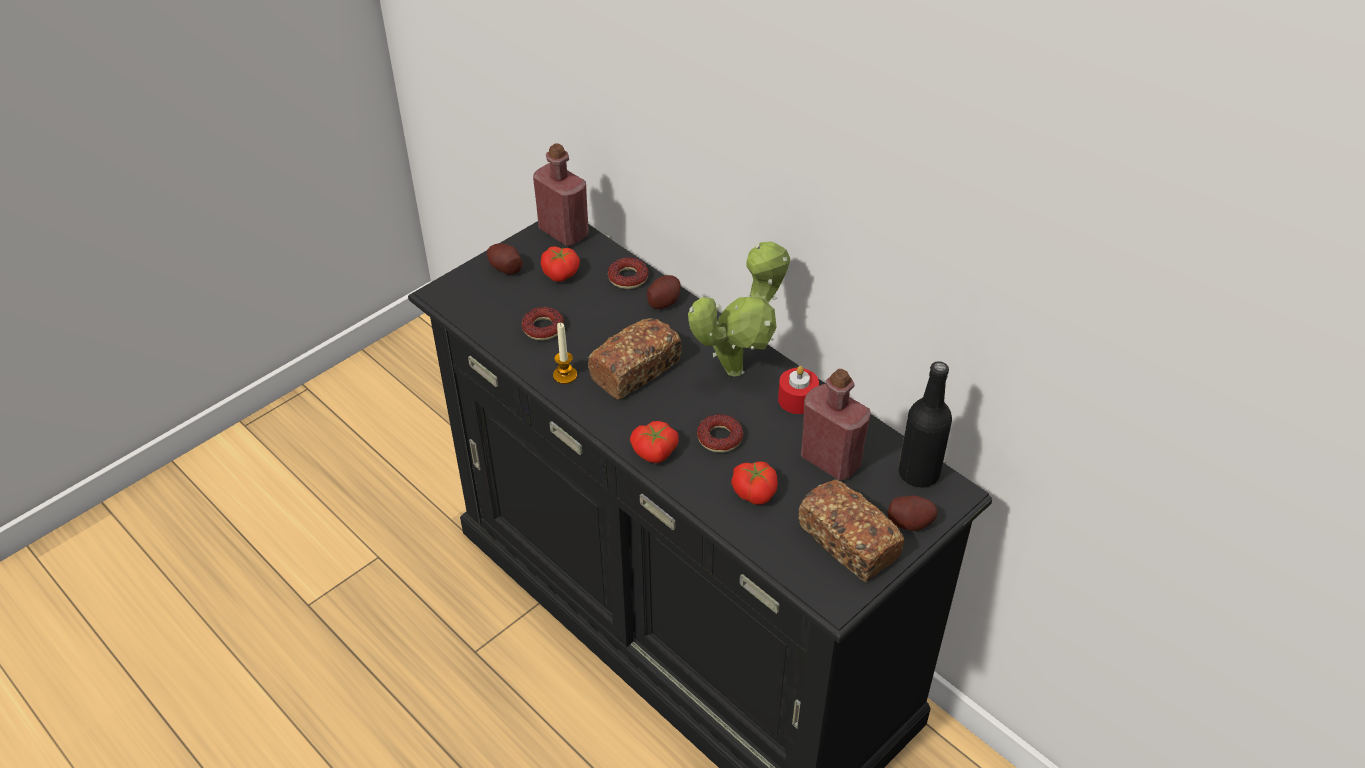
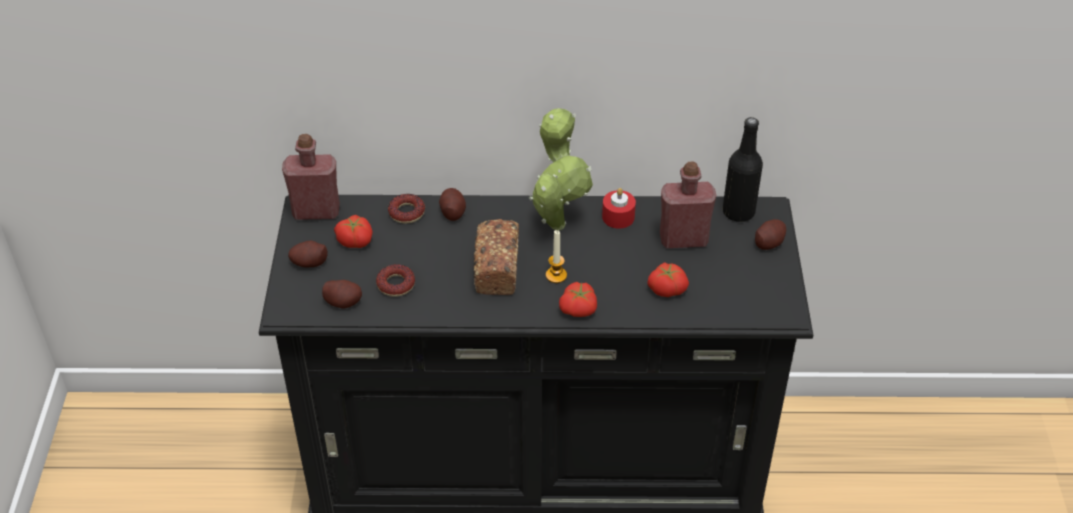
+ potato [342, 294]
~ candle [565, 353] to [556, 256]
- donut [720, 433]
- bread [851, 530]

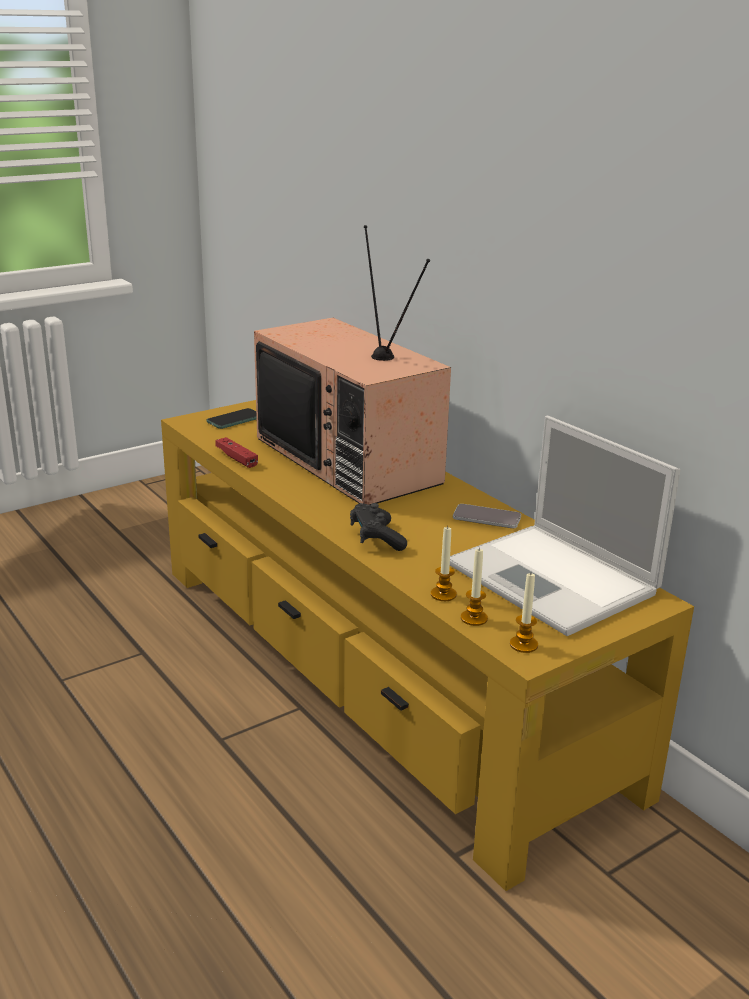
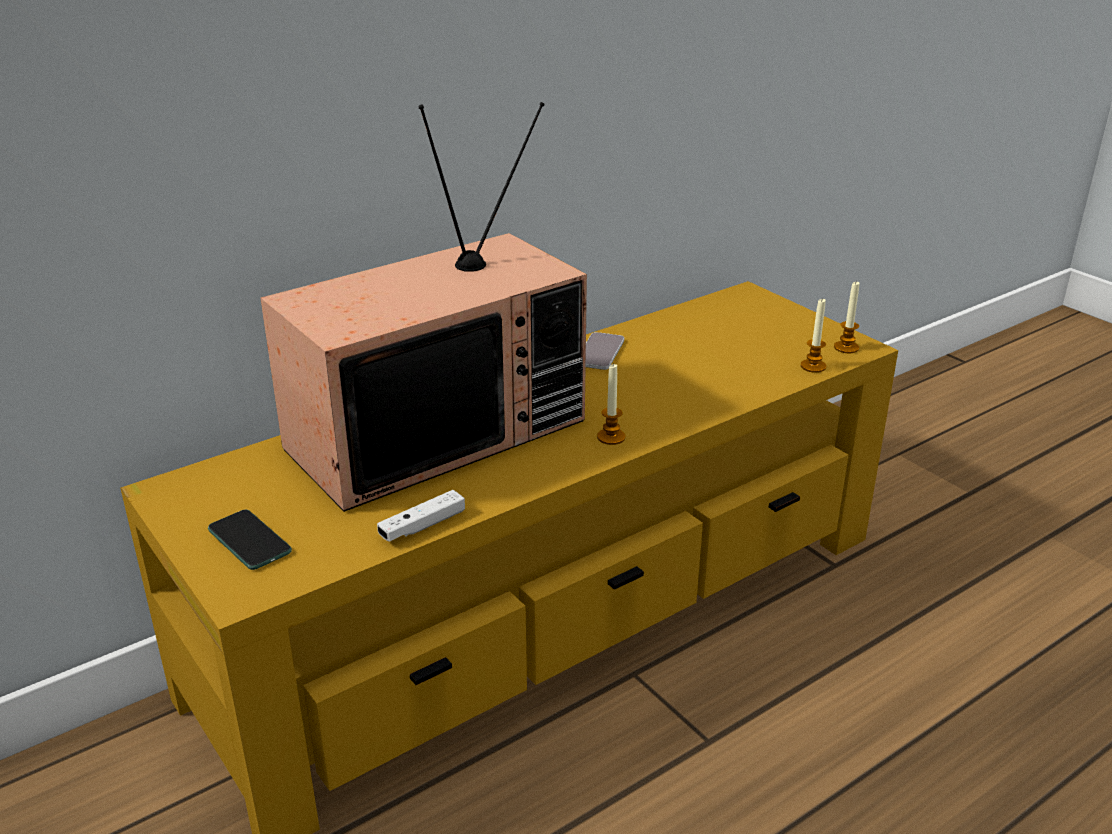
~ game controller/red [236, 452] to game controller/white [421, 516]
~ candle [444, 563] to [611, 404]
- game controller/black [378, 527]
- laptop [565, 526]

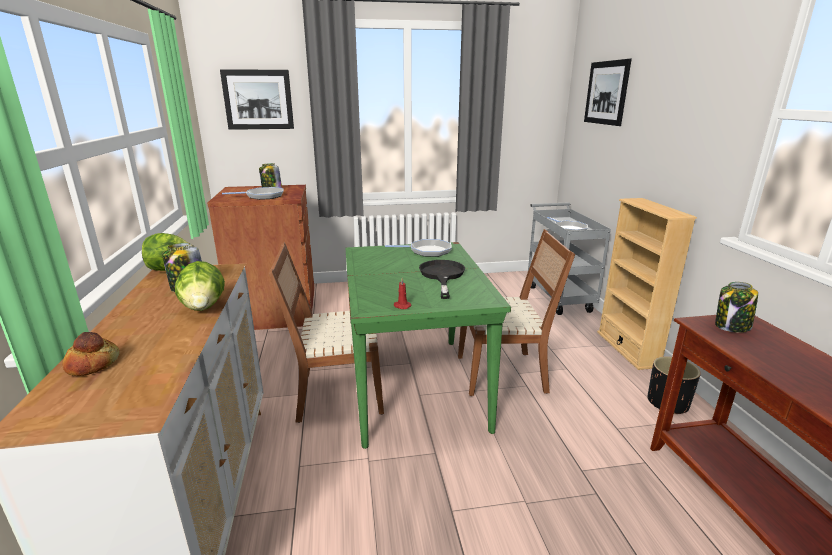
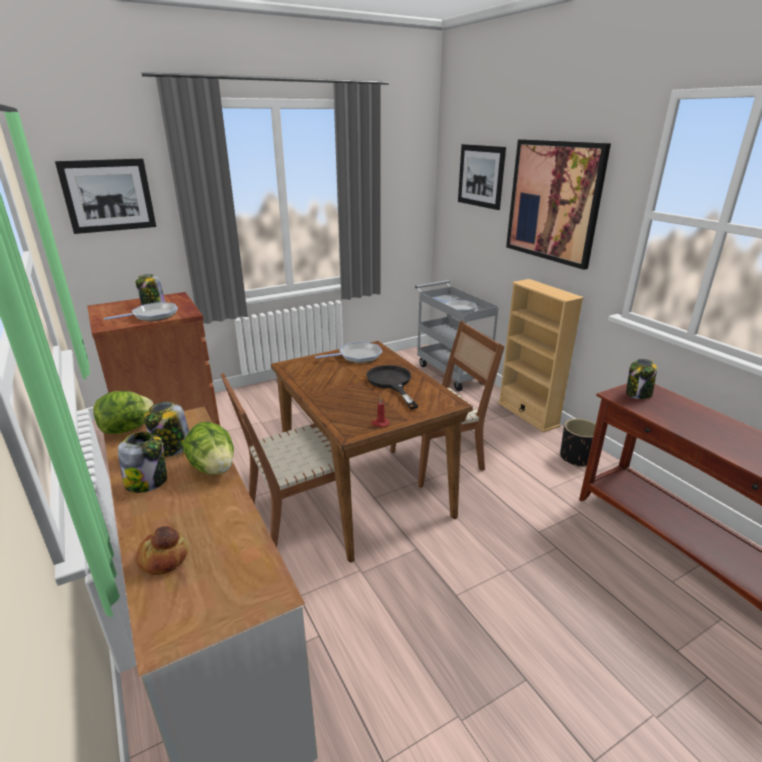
+ jar [142, 462]
~ dining table/green [428, 345] to dining table/brown [372, 451]
+ picture [558, 204]

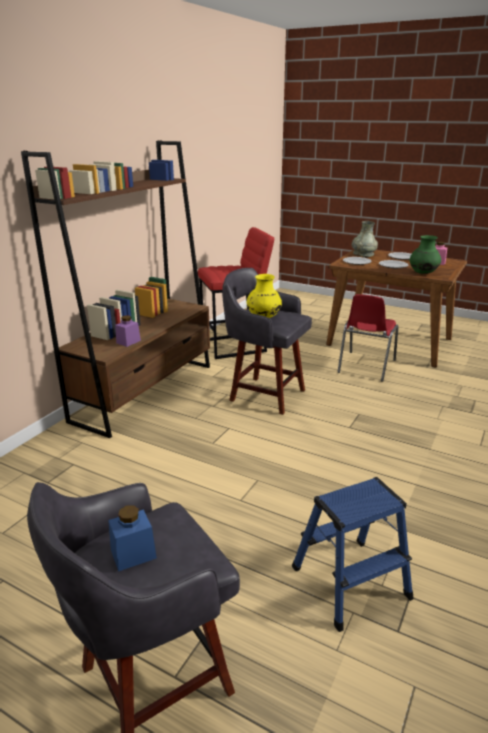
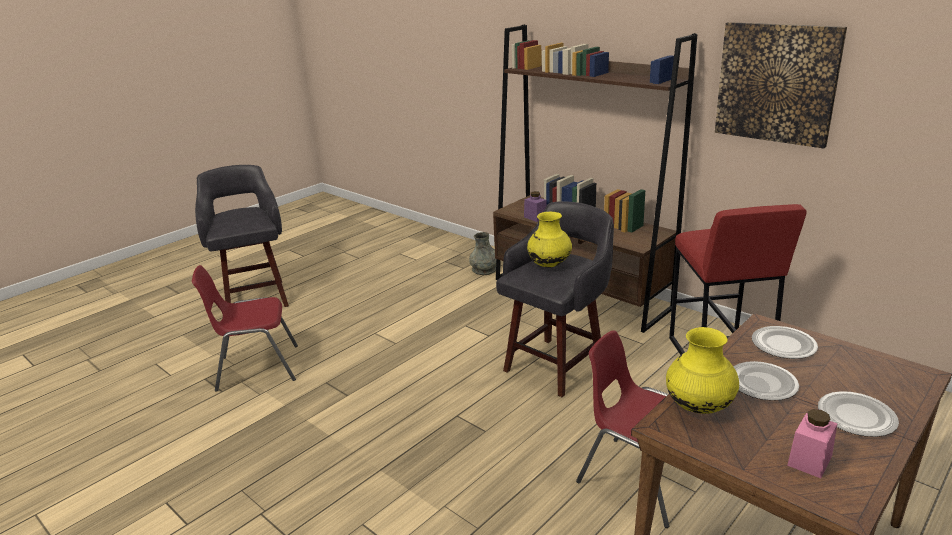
~ step ladder/blue [353, 554] to chair/red [245, 328]
~ vase/grey [365, 239] to [482, 253]
~ vase/green [425, 254] to vase/yellow [702, 370]
+ picture [781, 85]
- jar/blue [132, 538]

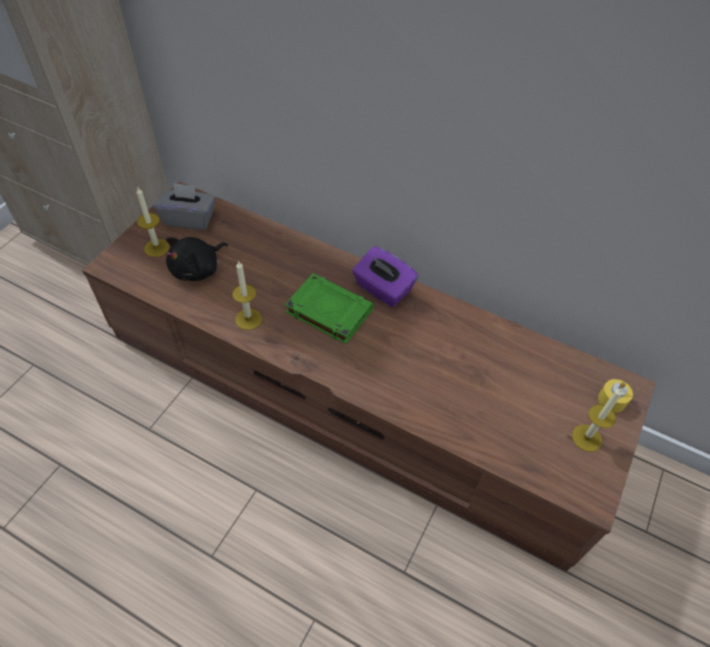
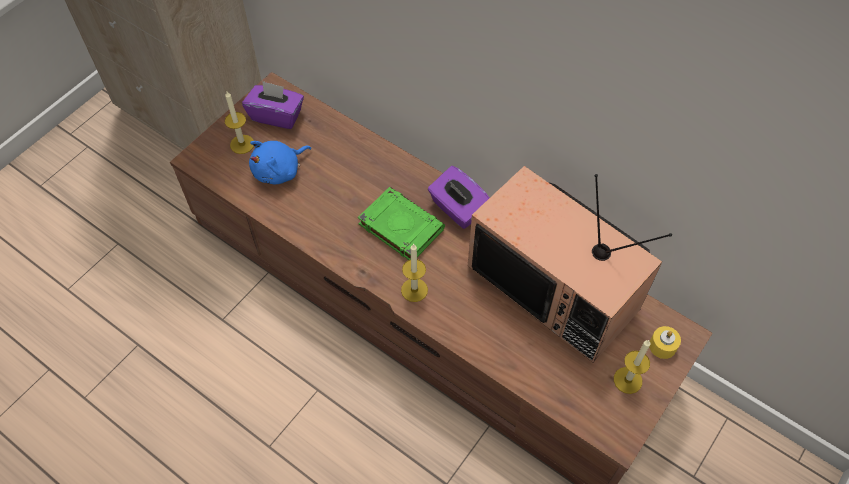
~ tissue box/grey [185, 206] to tissue box/purple [273, 105]
~ plush toy/black [197, 259] to plush toy/blue [280, 162]
~ candle [247, 295] to [414, 273]
+ television [570, 264]

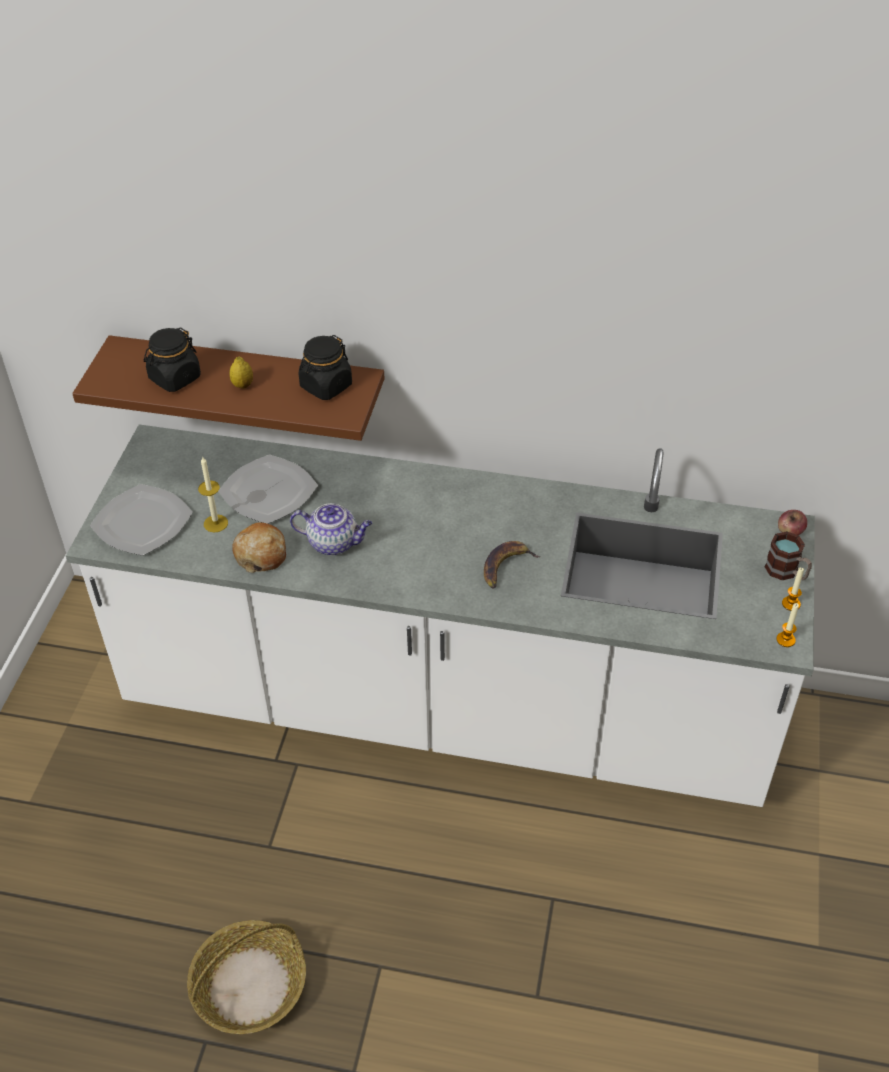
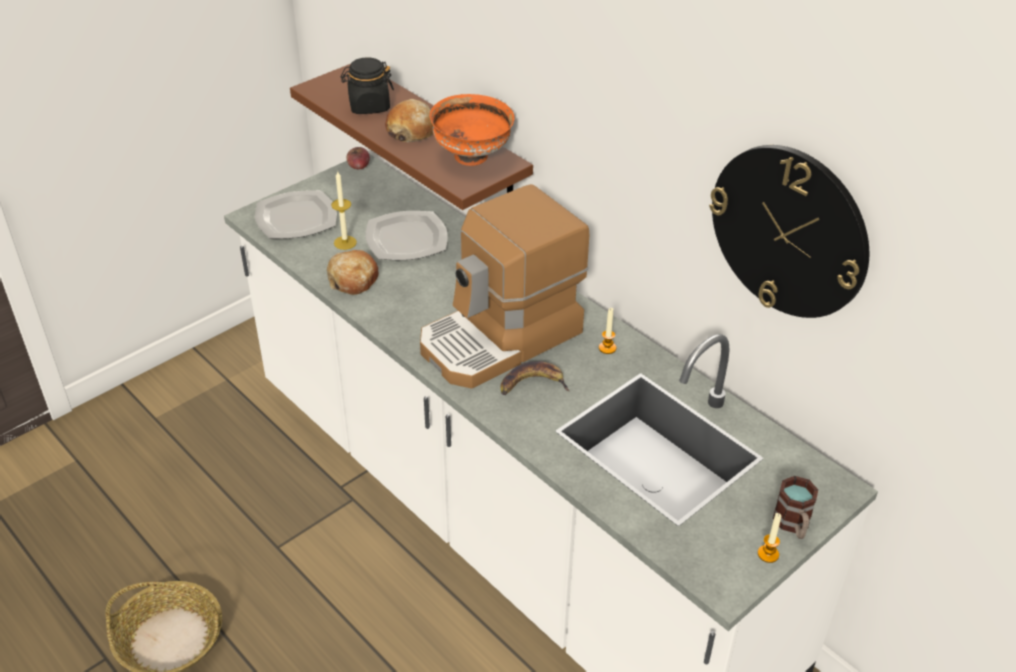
~ apple [792, 522] to [358, 158]
~ lemon [241, 373] to bread [409, 120]
+ coffee machine [504, 286]
~ jar/black [325, 367] to bowl/orange [472, 130]
~ candle [787, 625] to [607, 331]
+ wall clock [789, 231]
- teapot [331, 529]

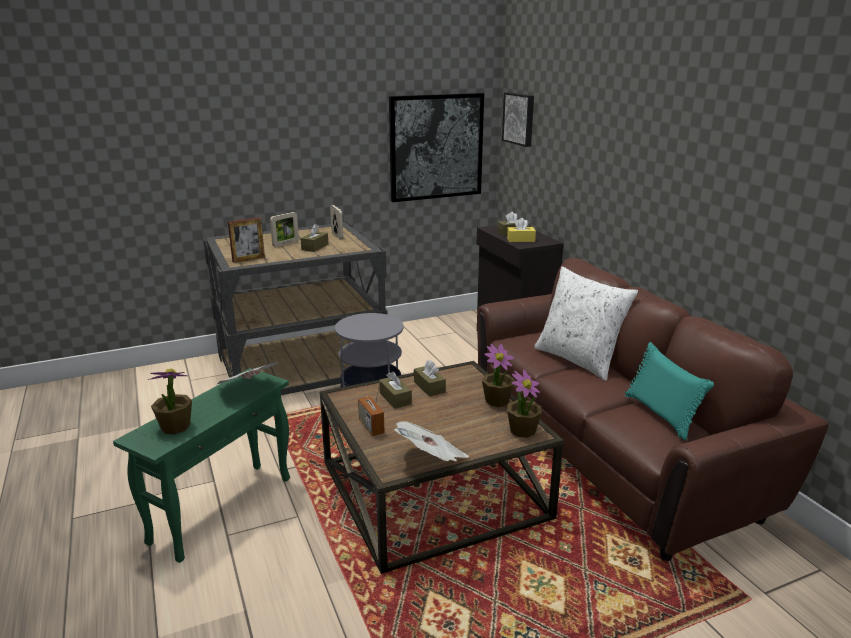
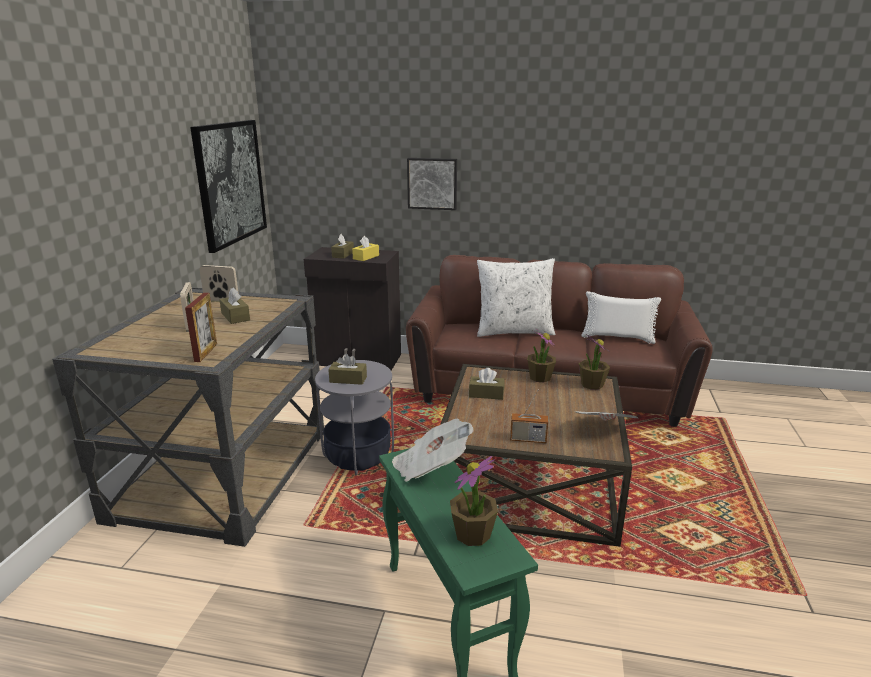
~ tissue box/brown [395, 390] to [347, 369]
~ picture [518, 119] to [432, 184]
~ pillow/turquoise [669, 391] to pillow/white [621, 317]

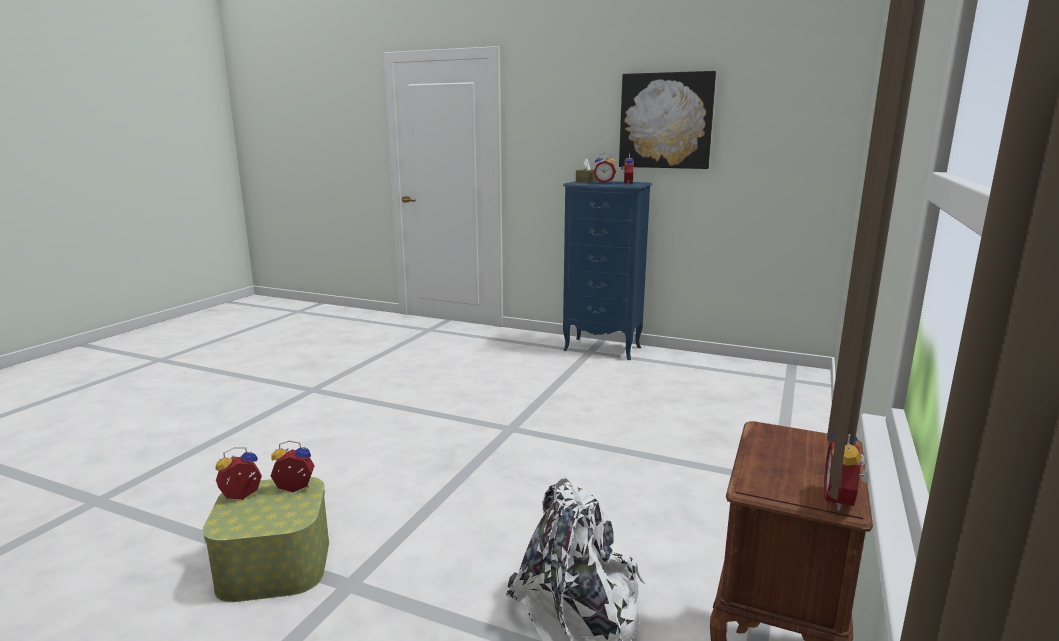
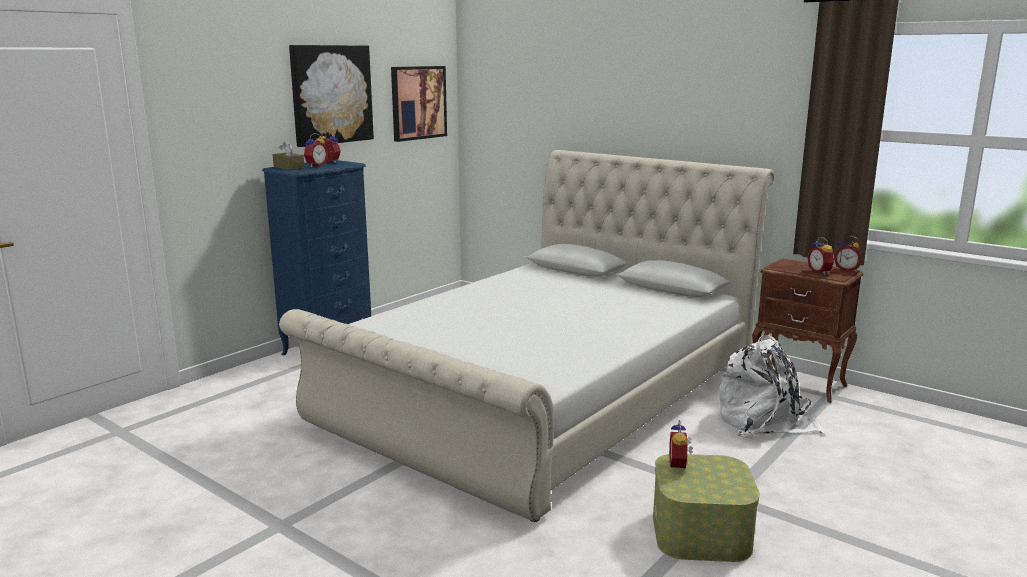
+ bed/beige [526, 336]
+ picture [419, 104]
~ alarm clock [239, 473] to [820, 256]

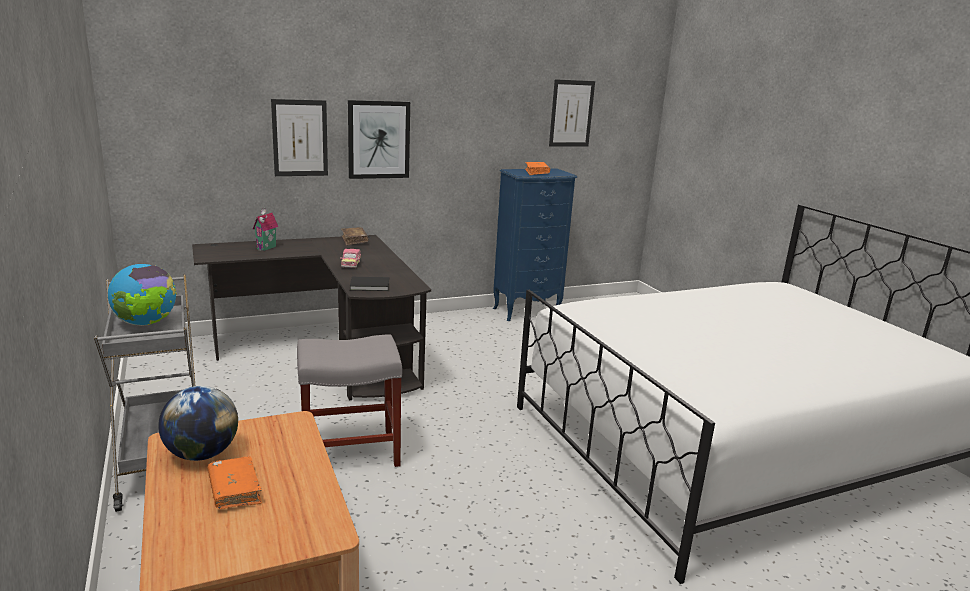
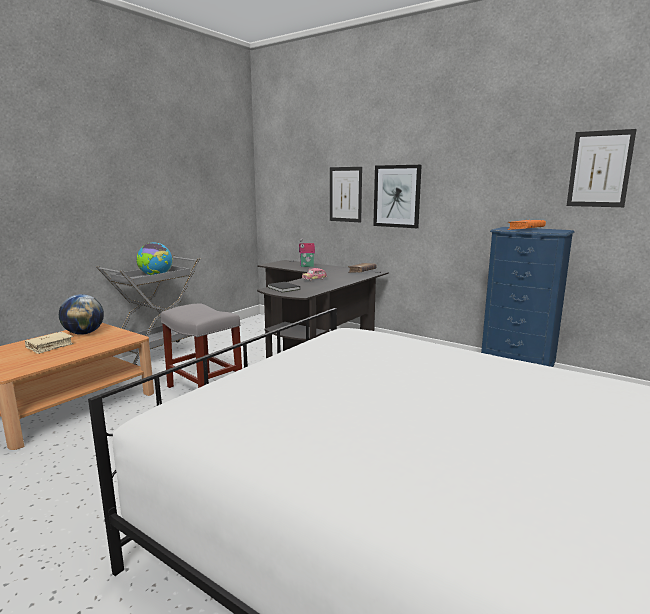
~ book/orange [235, 482] to book/beige [49, 343]

